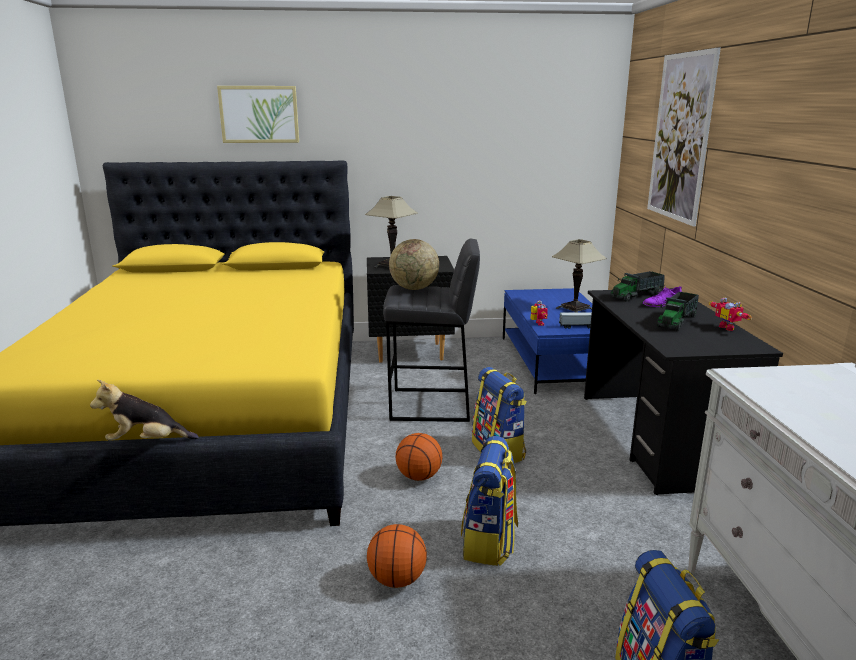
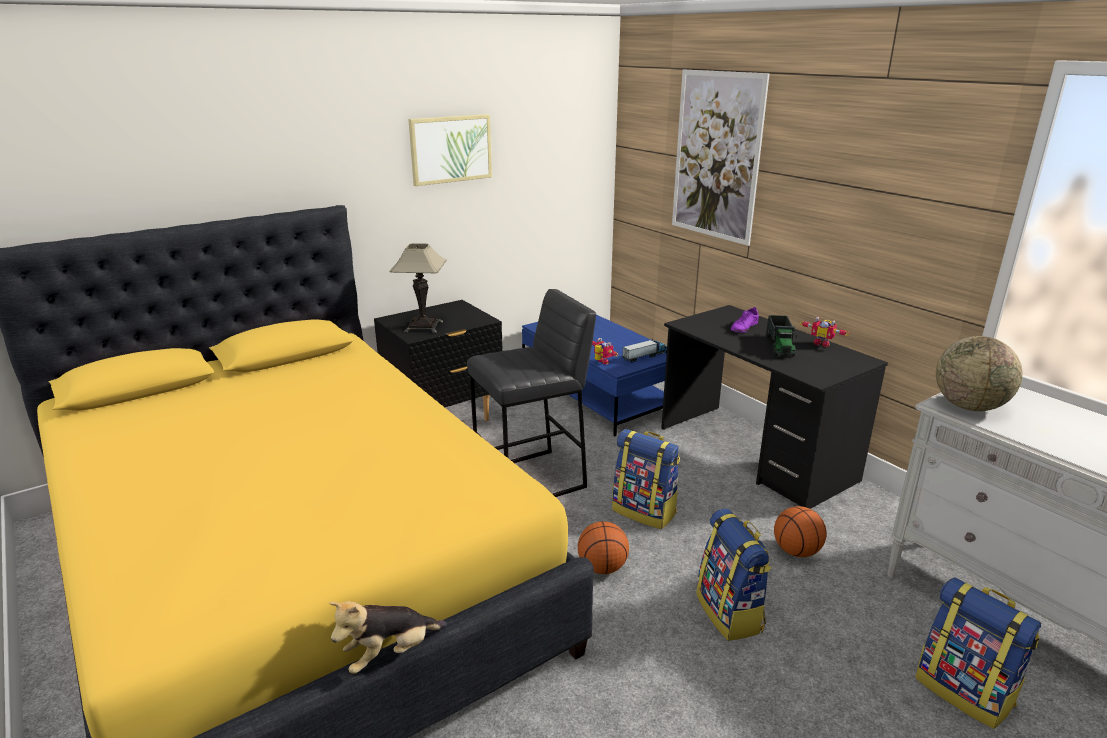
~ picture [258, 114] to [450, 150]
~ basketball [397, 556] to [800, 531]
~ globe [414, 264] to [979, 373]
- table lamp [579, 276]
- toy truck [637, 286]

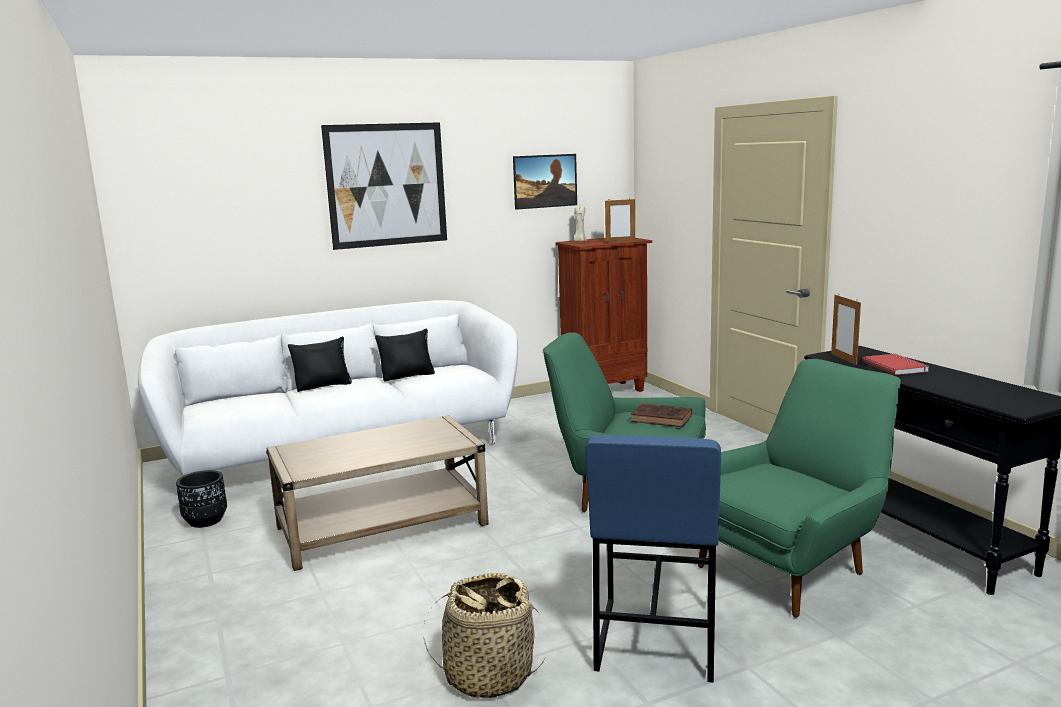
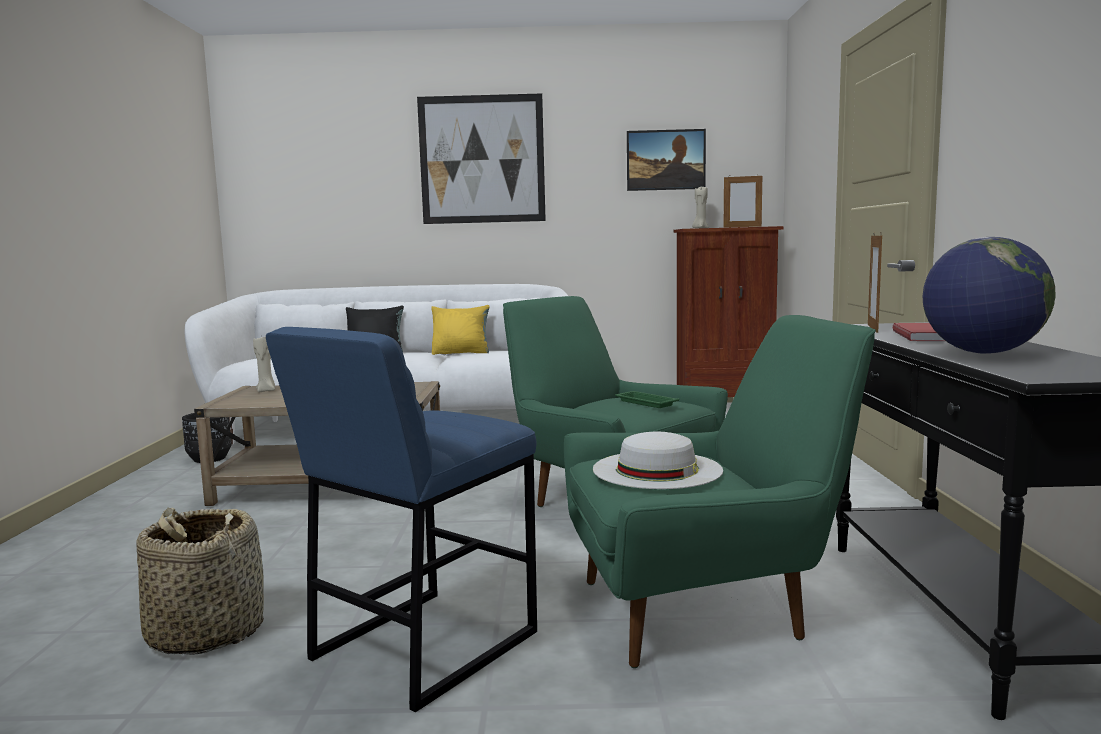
+ candle/beige [264, 363]
~ pillow/black [405, 355] to pillow/yellow [460, 330]
+ hat/white [658, 460]
~ book/brown [661, 415] to tray/green [647, 399]
+ globe [989, 295]

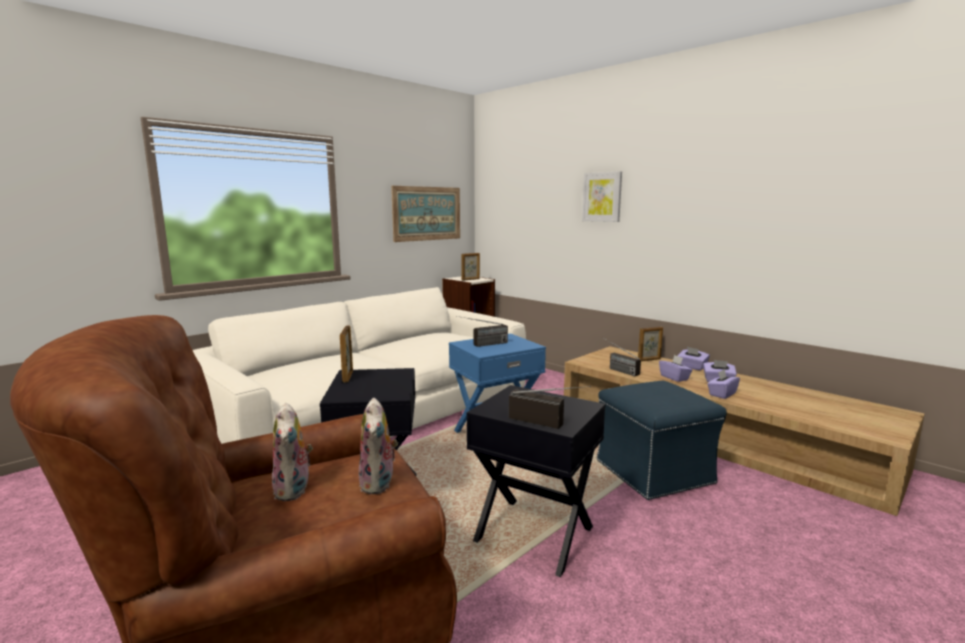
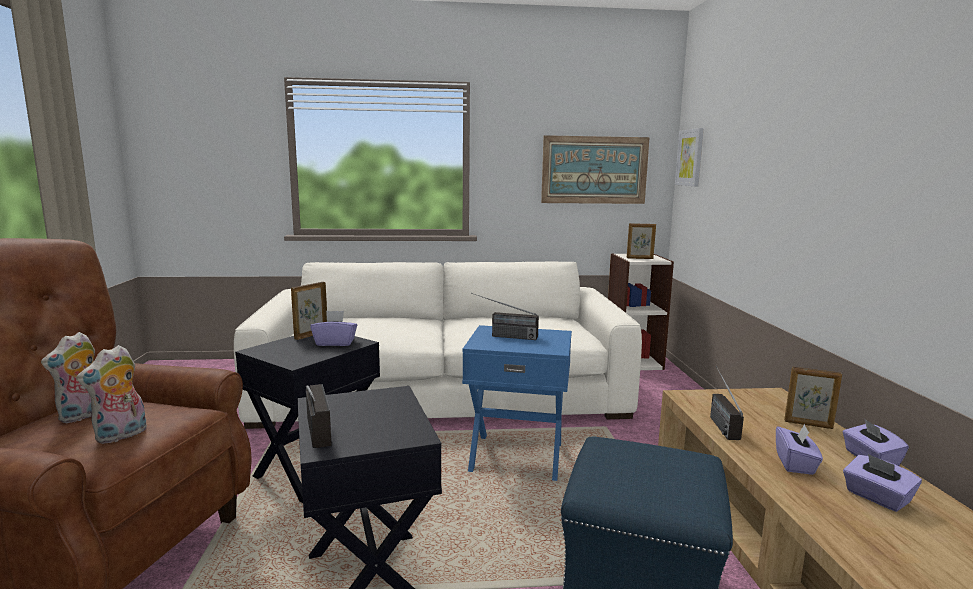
~ tissue box/purple [723, 384] to [333, 328]
~ picture [602, 196] to [689, 157]

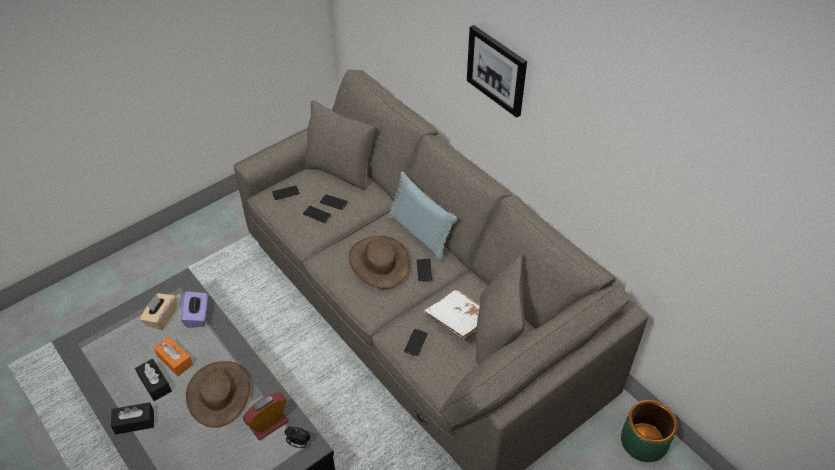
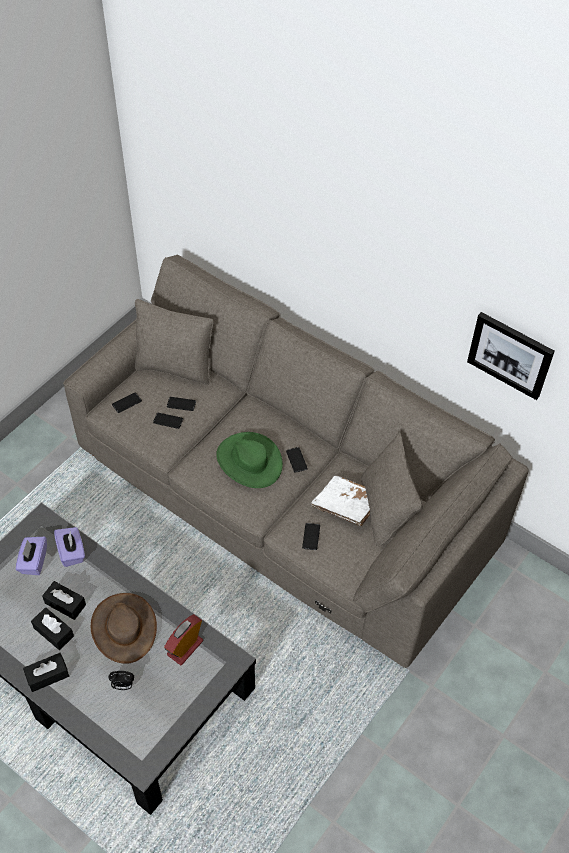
~ tissue box/beige [158, 311] to tissue box/purple [31, 556]
~ tissue box/orange [173, 357] to tissue box/black [64, 600]
~ alarm clock [297, 437] to [121, 680]
~ hat/brown [379, 262] to hat/green [249, 460]
~ picture [497, 71] to [511, 356]
- pillow/blue [422, 216]
- planter/green [649, 431]

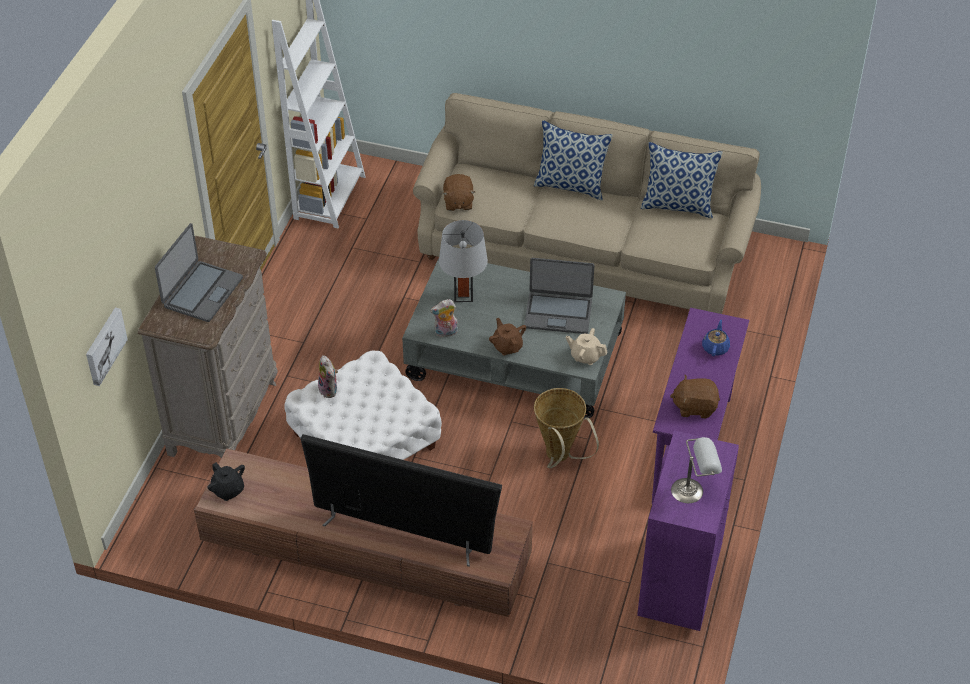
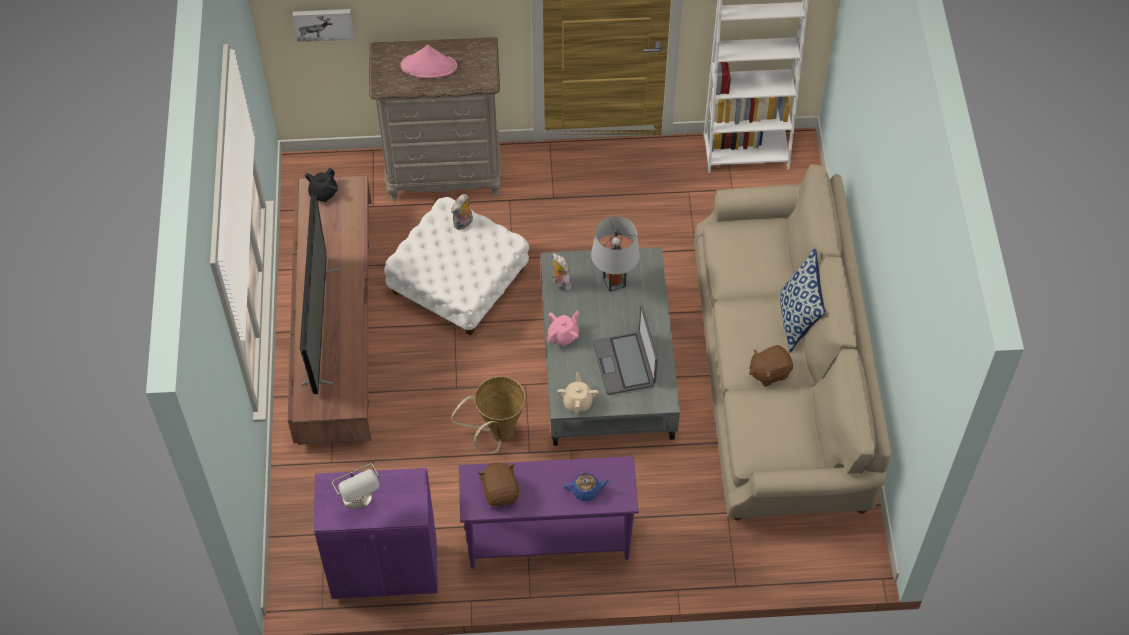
~ laptop [199, 272] to hat/pink [429, 61]
~ teapot/brown [507, 337] to teapot/pink [563, 328]
~ plush toy/brown [458, 192] to [771, 366]
- pillow [682, 180]

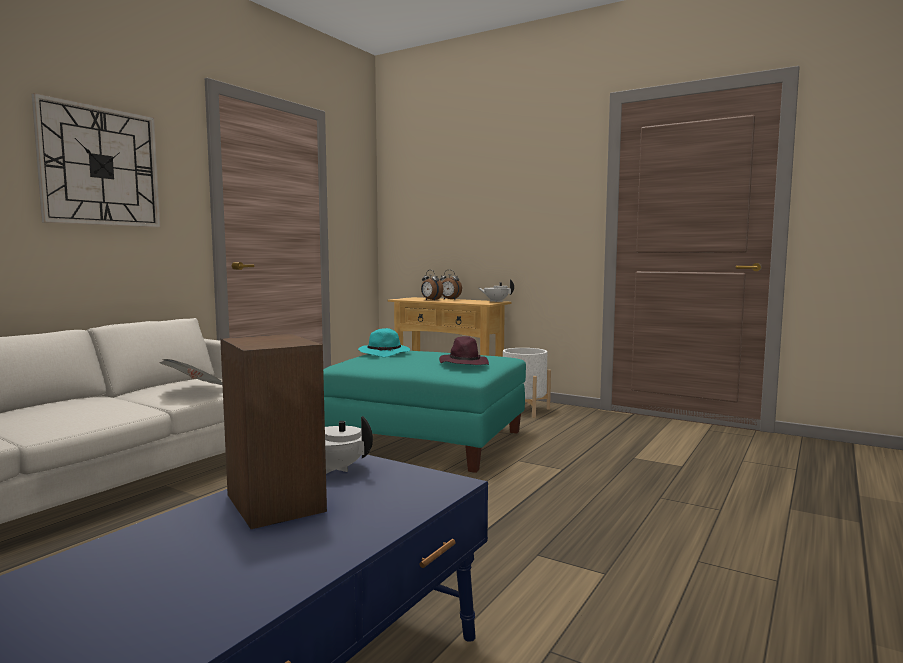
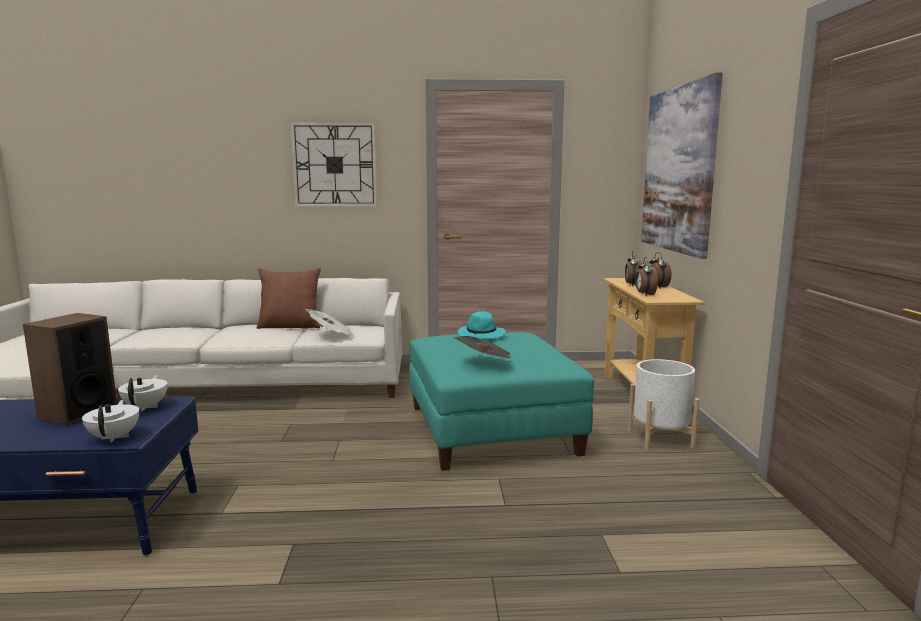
~ teapot/white [496, 290] to [110, 421]
+ pillow/brown [289, 298]
~ hat/purple [464, 350] to newspaper [482, 347]
+ alarm clock [647, 276]
+ picture [682, 165]

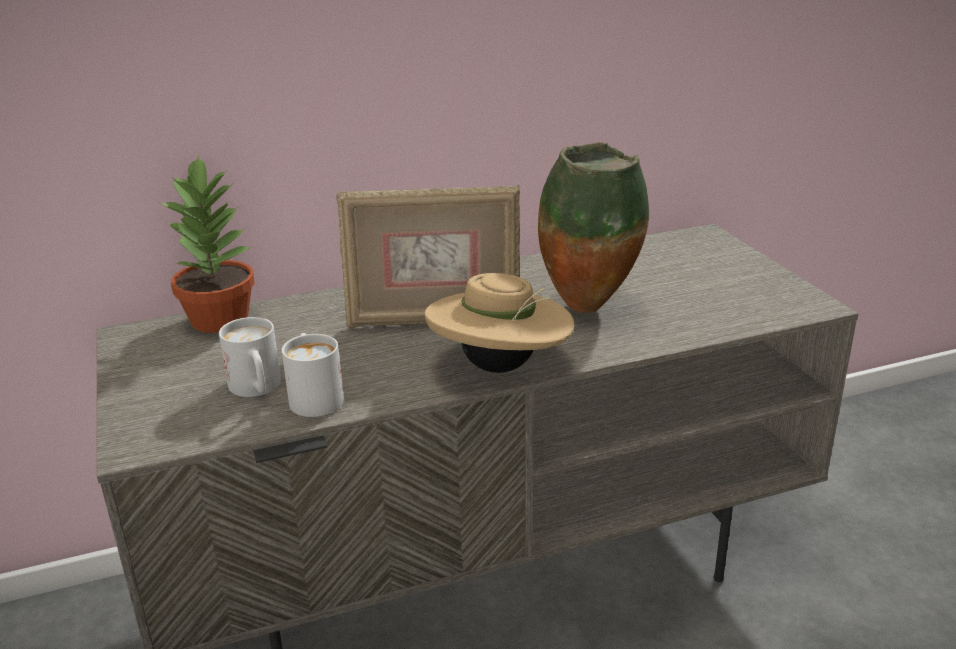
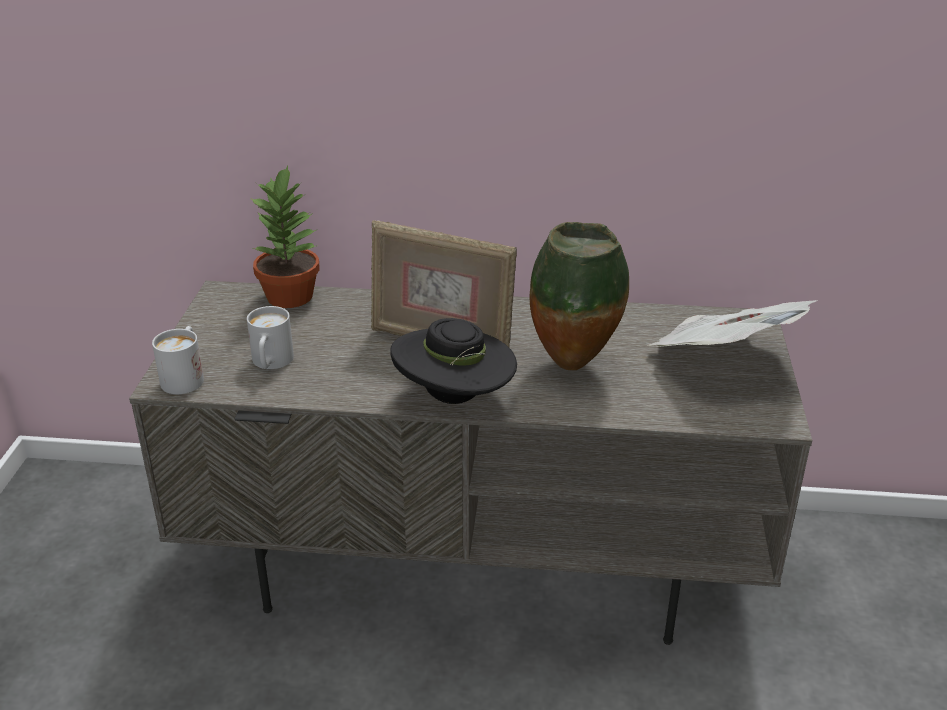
~ mug/white [313, 375] to [178, 360]
~ hat/beige [500, 323] to hat/black [454, 361]
+ newspaper [732, 323]

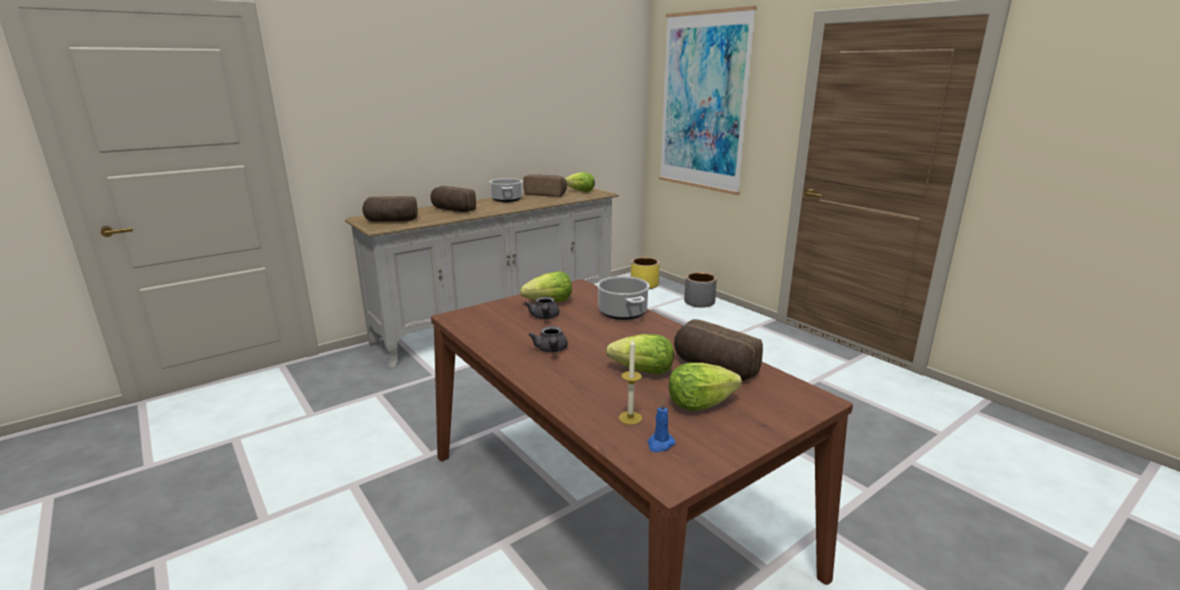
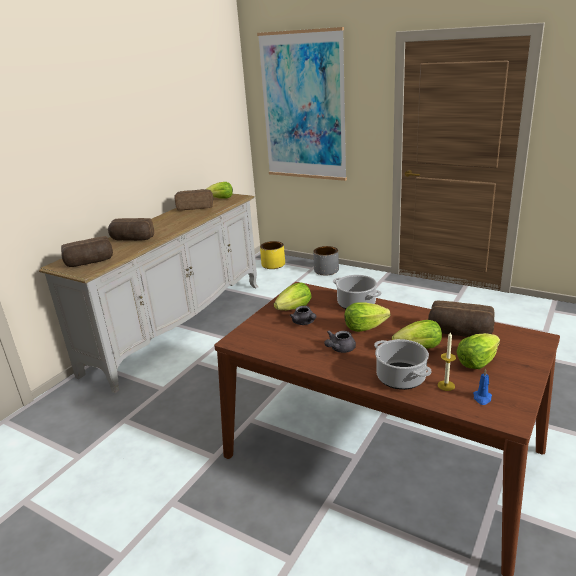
~ teapot/grey [548, 339] = [340, 341] 75 degrees clockwise
+ lettuce [367, 317]
~ cooking pot [506, 190] to [403, 364]

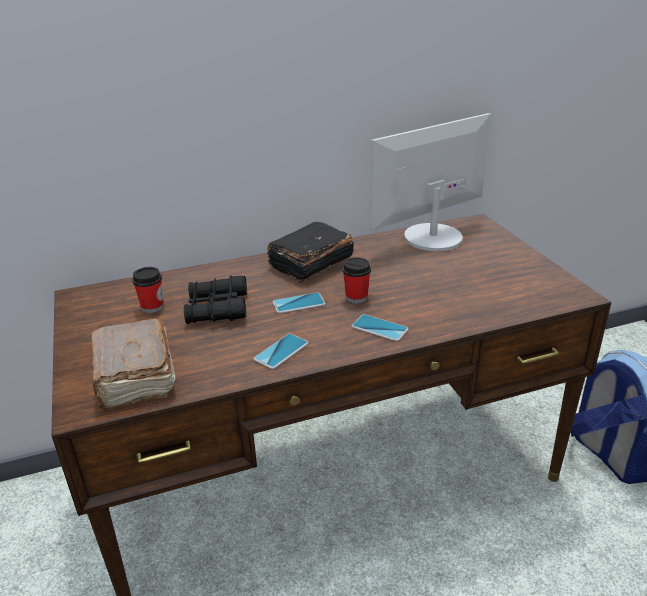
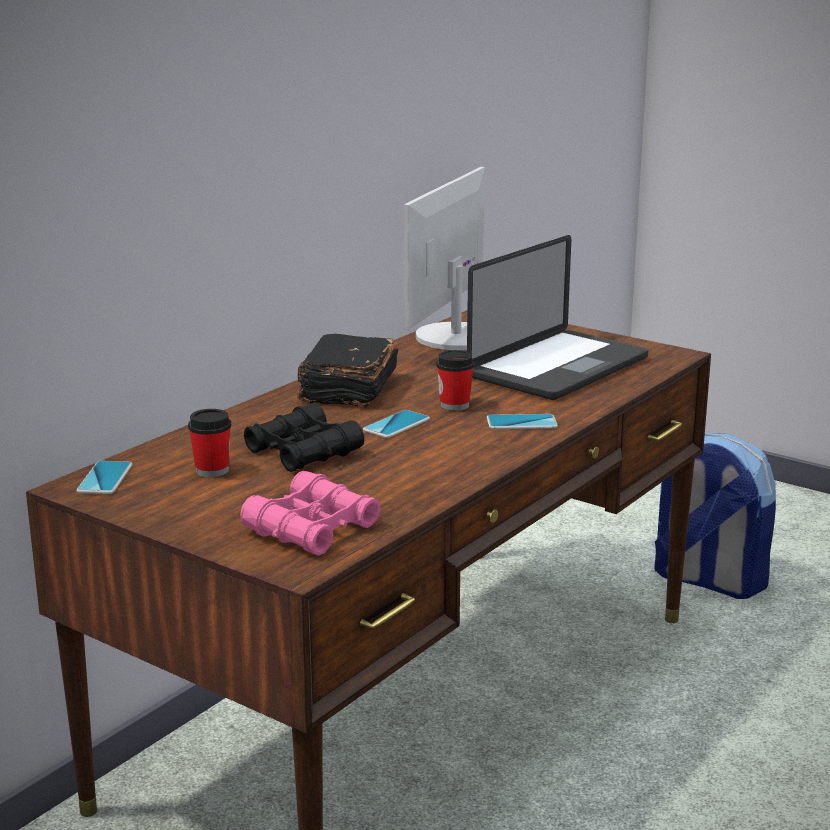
~ phone [281, 351] to [104, 477]
~ book/brown [132, 363] to binoculars/pink [310, 513]
+ laptop [558, 317]

